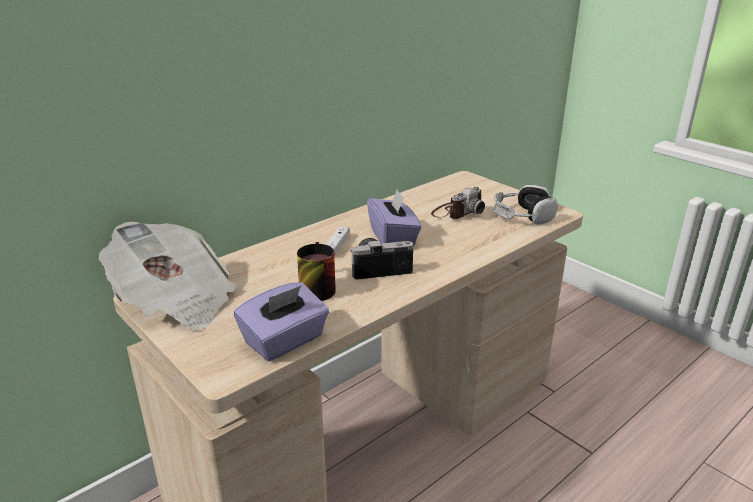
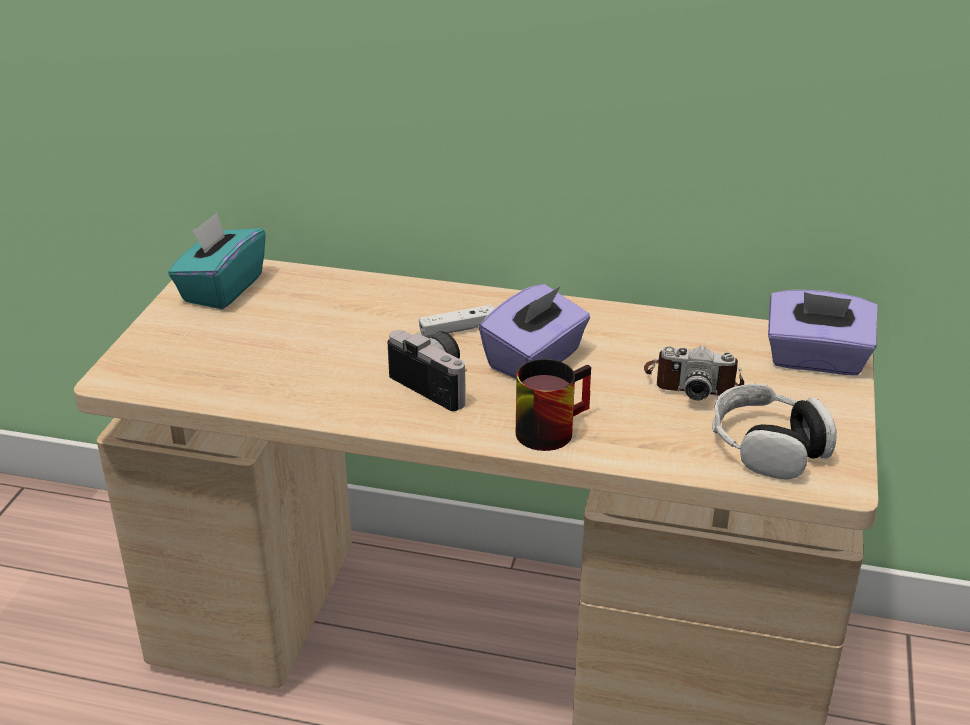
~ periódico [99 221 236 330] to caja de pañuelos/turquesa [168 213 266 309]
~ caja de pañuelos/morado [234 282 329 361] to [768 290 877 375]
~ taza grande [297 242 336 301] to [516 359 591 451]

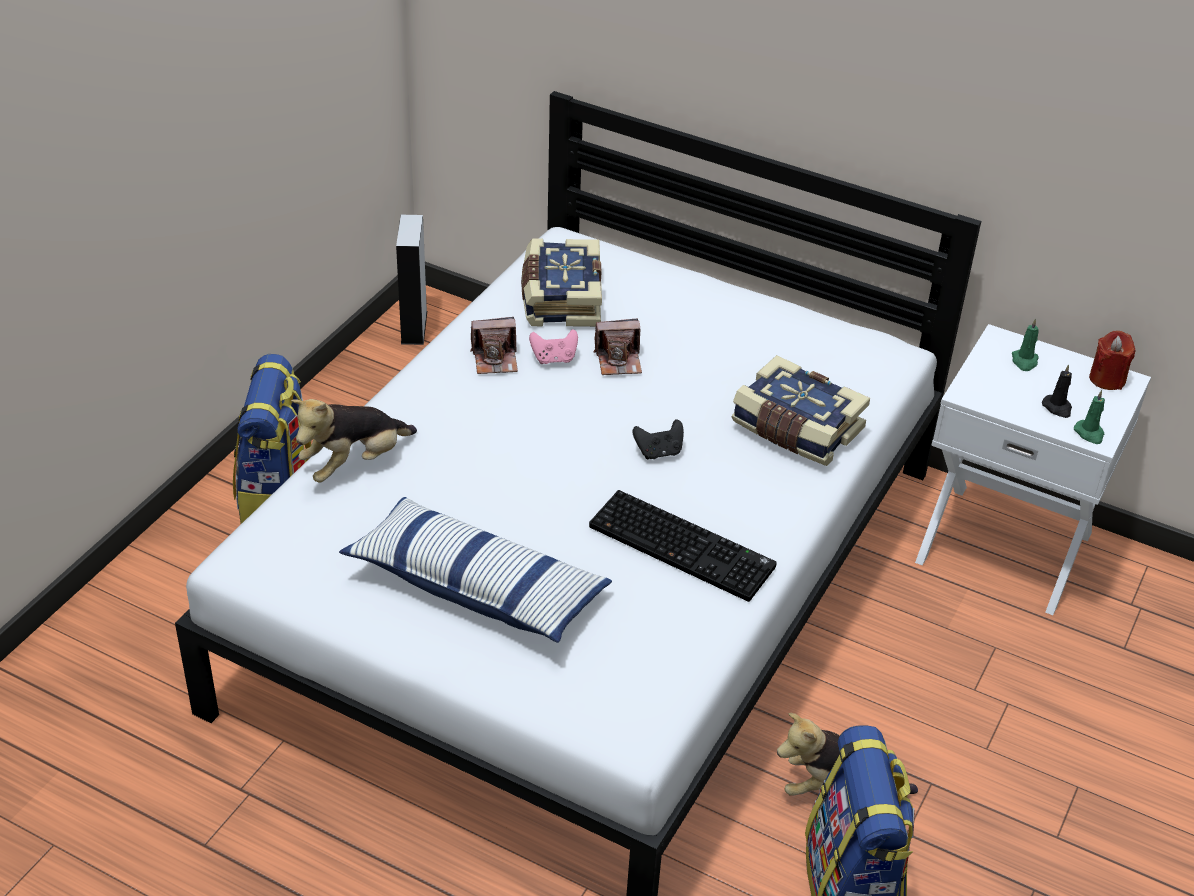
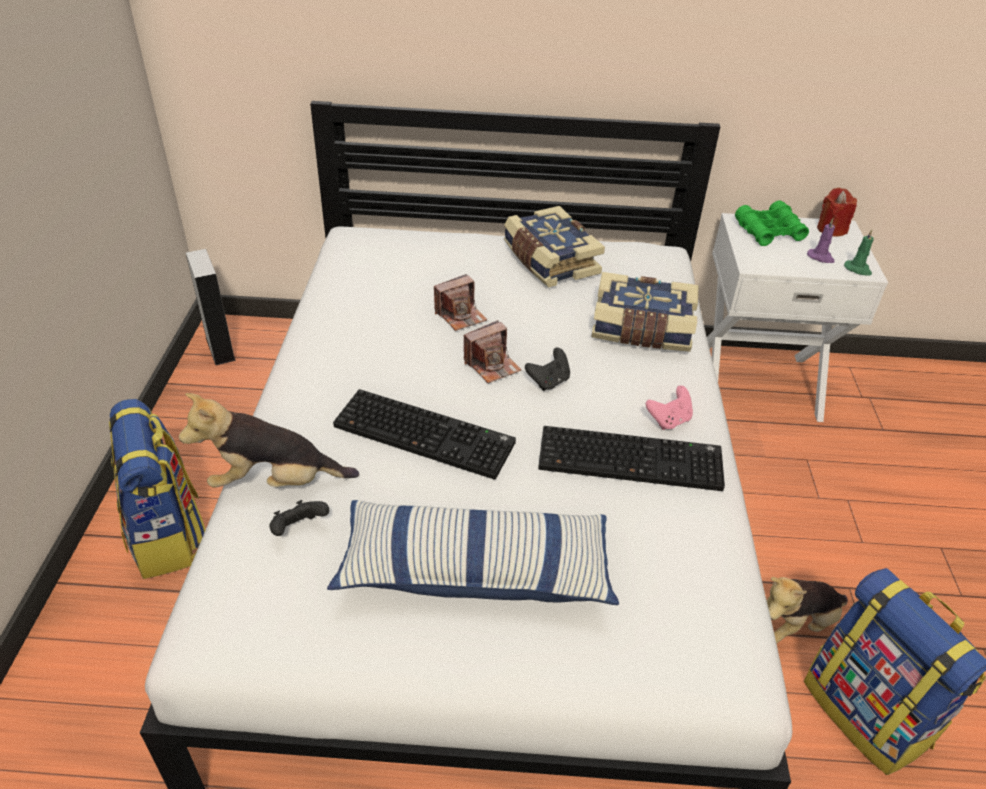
~ peluche [291 399 417 483] = [179 393 359 488] 60 degrees clockwise
~ cámara [471 317 518 374] to [464 320 521 383]
~ libro [521 238 602 327] to [504 206 605 287]
~ mando de consola/rosa [529 329 578 364] to [646 385 693 430]
~ vela/verde [1012 318 1039 371] to prismáticos/verde [735 201 809 246]
~ vela/negro [1042 365 1072 418] to vela/morado [807 218 835 263]
+ mando de consola/negro [269 500 329 536]
+ teclado [333 389 516 480]

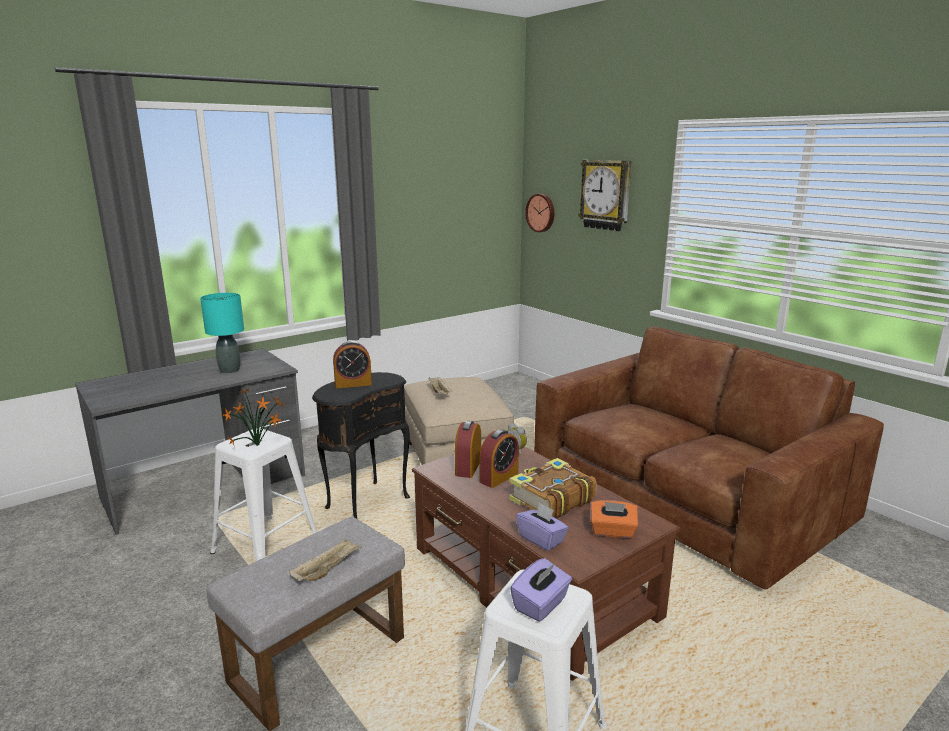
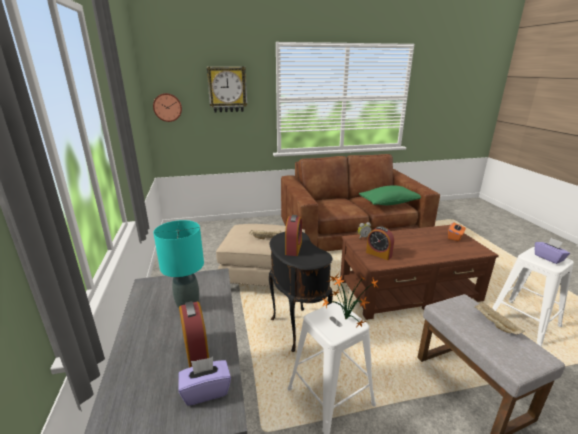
~ despertador [480 429 519 488] to [179 301 209 368]
- libro [509 458 597 519]
~ caja de pañuelos/morado [516 502 569 551] to [178 357 231 406]
+ cojín/verde [359 185 421 205]

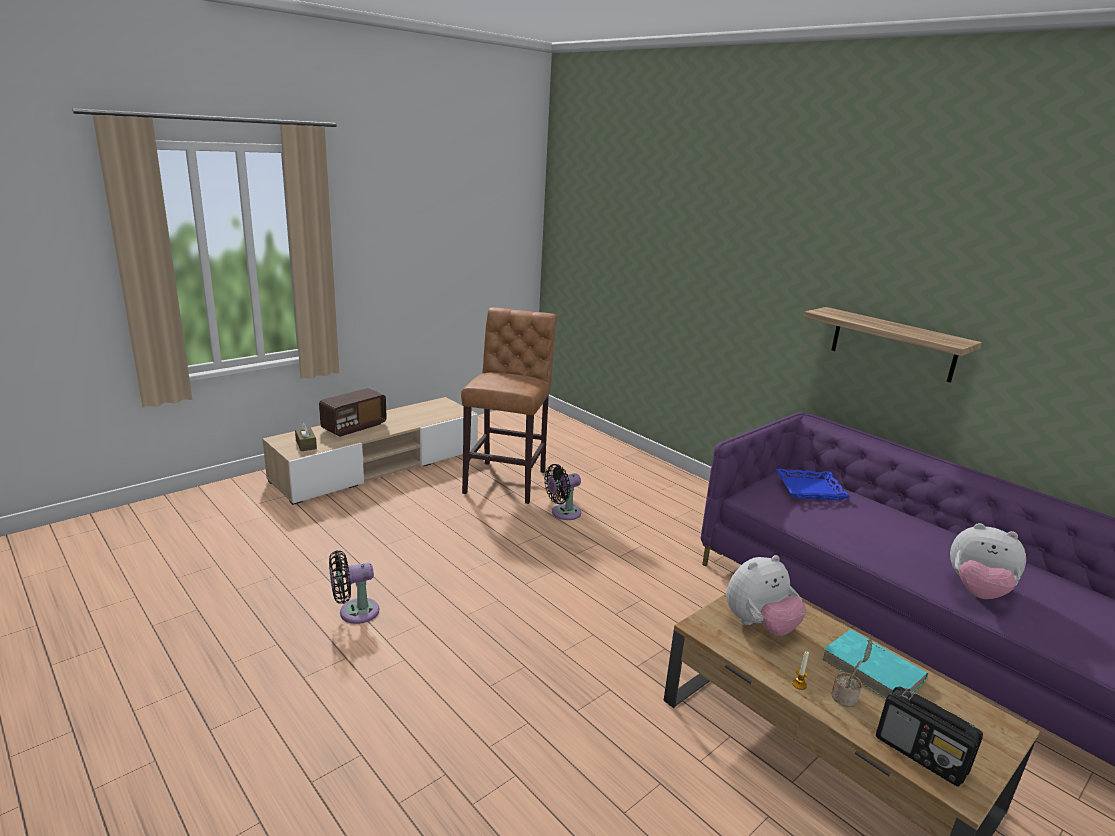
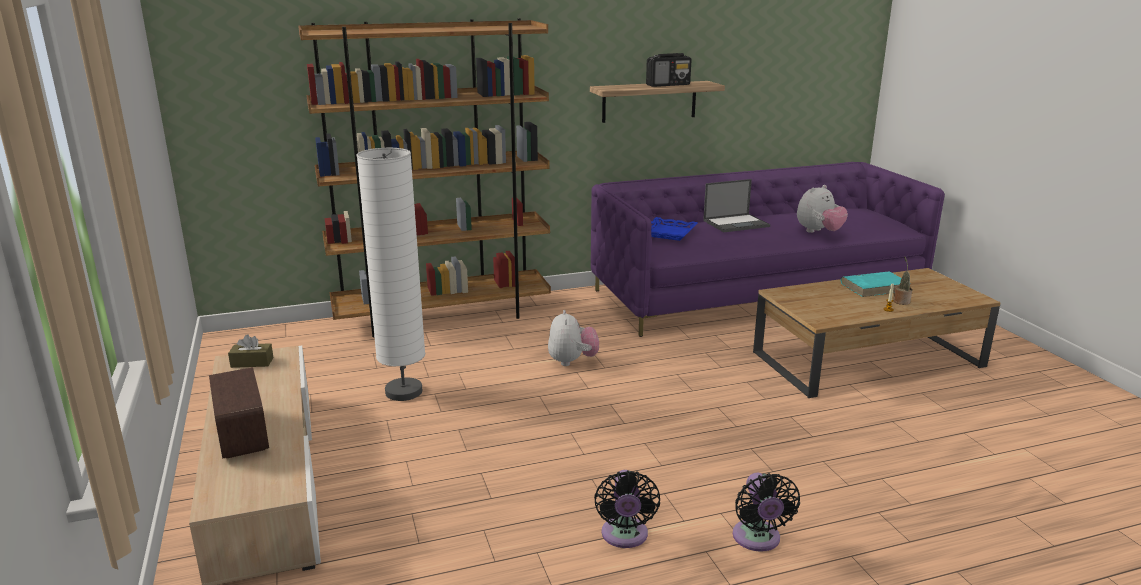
~ caja de pañuelos/marrón [295 422 317 451] to [228 334 274 368]
~ taburete/marrón [461 307 557 504] to lámpara de pie/blanco [356 148 425 401]
~ ventilador/negro [544 464 581 520] to [733 473 800 552]
~ peluche [726 555 806 636] to [548 310 599 366]
~ radio [876 686 983 787] to [646 53 692 87]
+ estantería/marrón [298 18 551 337]
+ portátil [703 179 770 232]

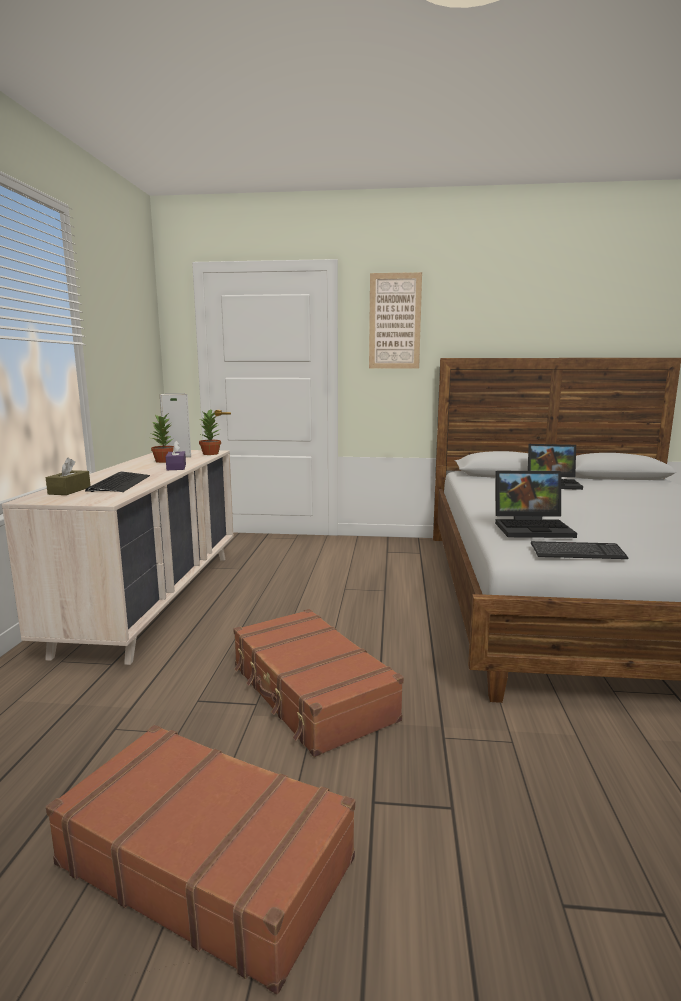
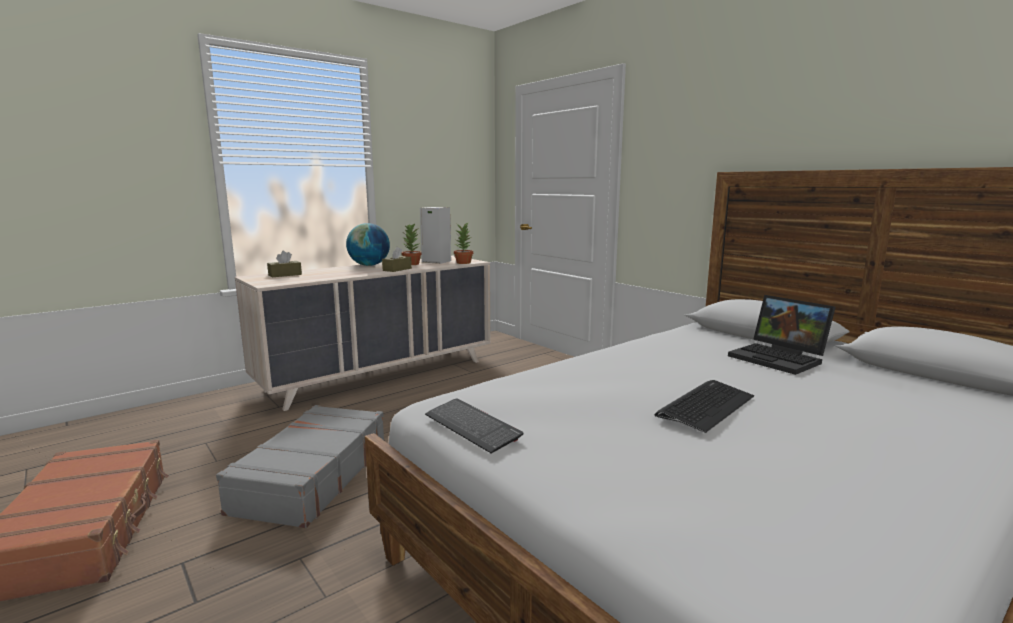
~ teclado [85 471 150 492] to [655 380 754 433]
~ caja de pañuelos/morado [166 441 186 470] to caja de pañuelos/marrón [382 247 412 272]
~ maleta/marrón [234 609 404 757] to maleta/gris [216 405 385 528]
- cuadro [369 272 422 369]
- portátil [495 471 577 538]
+ globo terráqueo [346 223 390 266]

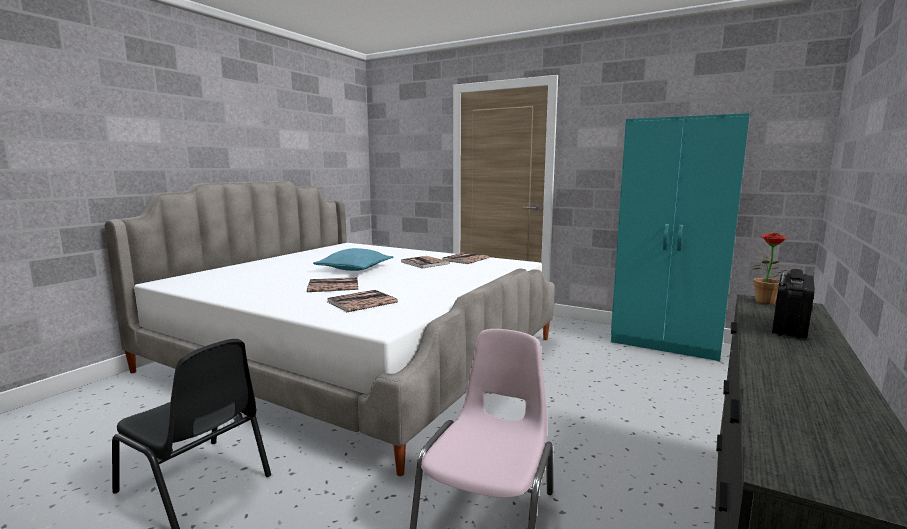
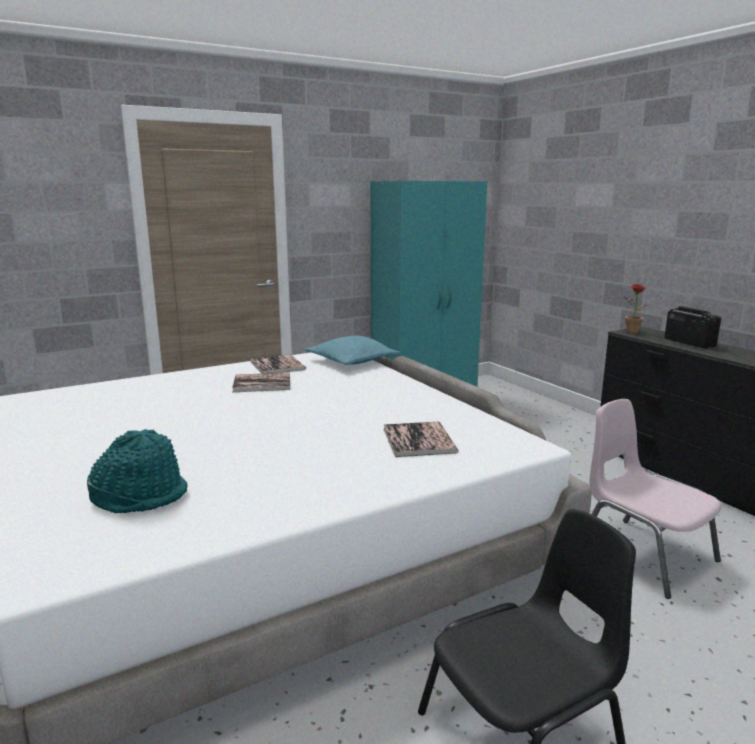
- libro [307 277 358 292]
~ cojín/turquesa [313 248 394 271] to [305 336 400 365]
+ sombrero/turquesa [87 429 188 513]

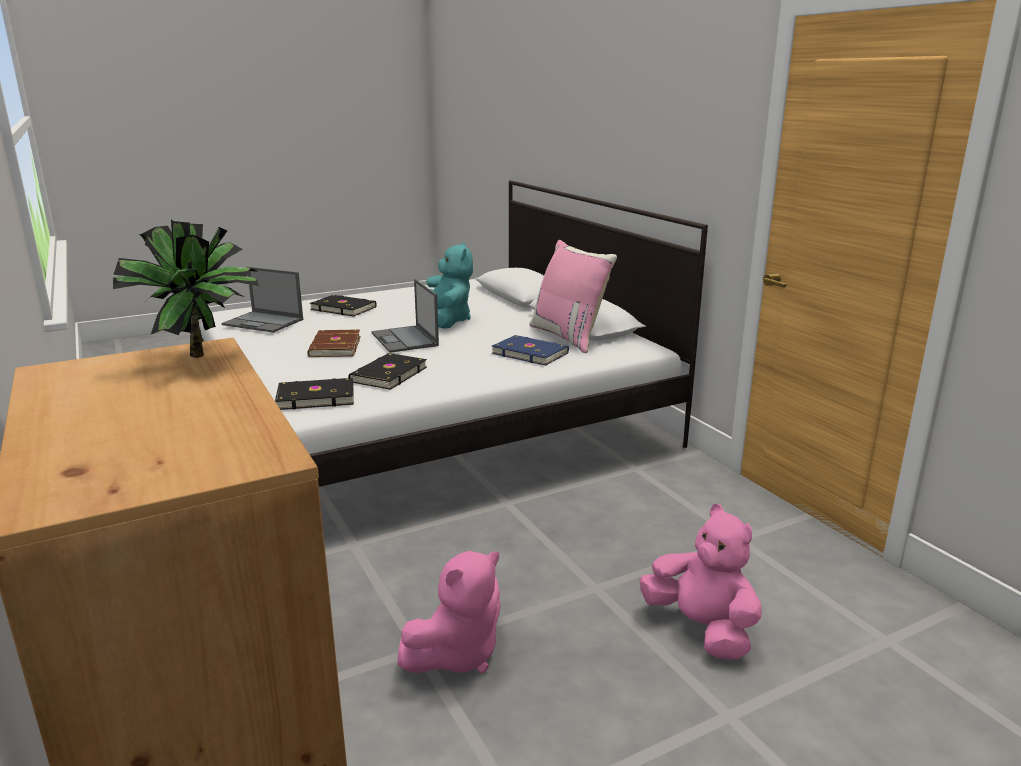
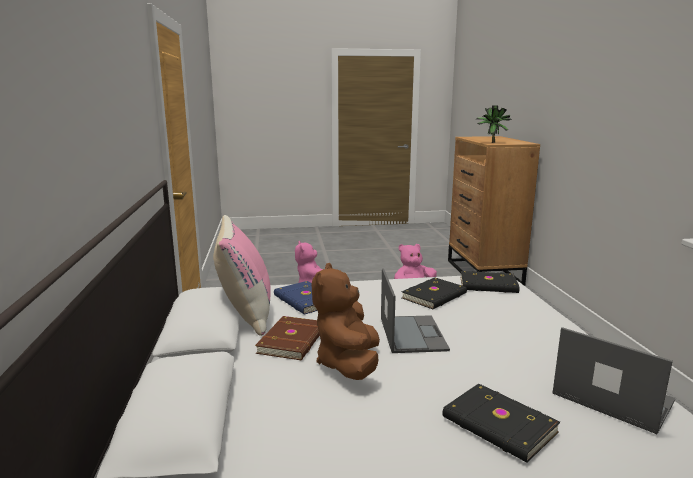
~ libro/marrón [307 329 361 357] to [255 316 320 360]
~ peluche/turquesa [426 242 473 329] to peluche/marrón [311 263 380 380]

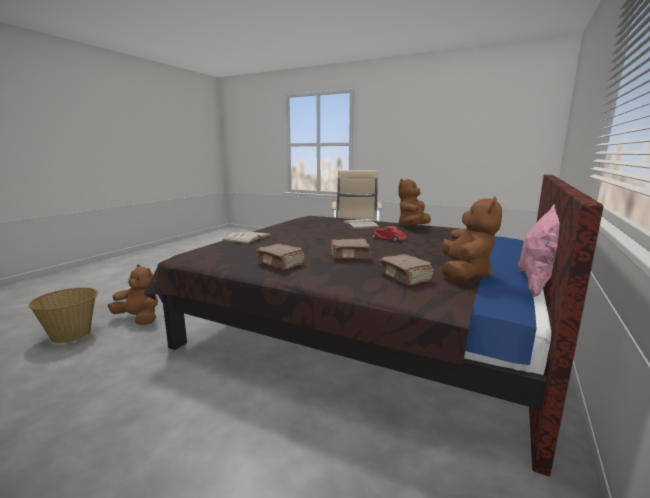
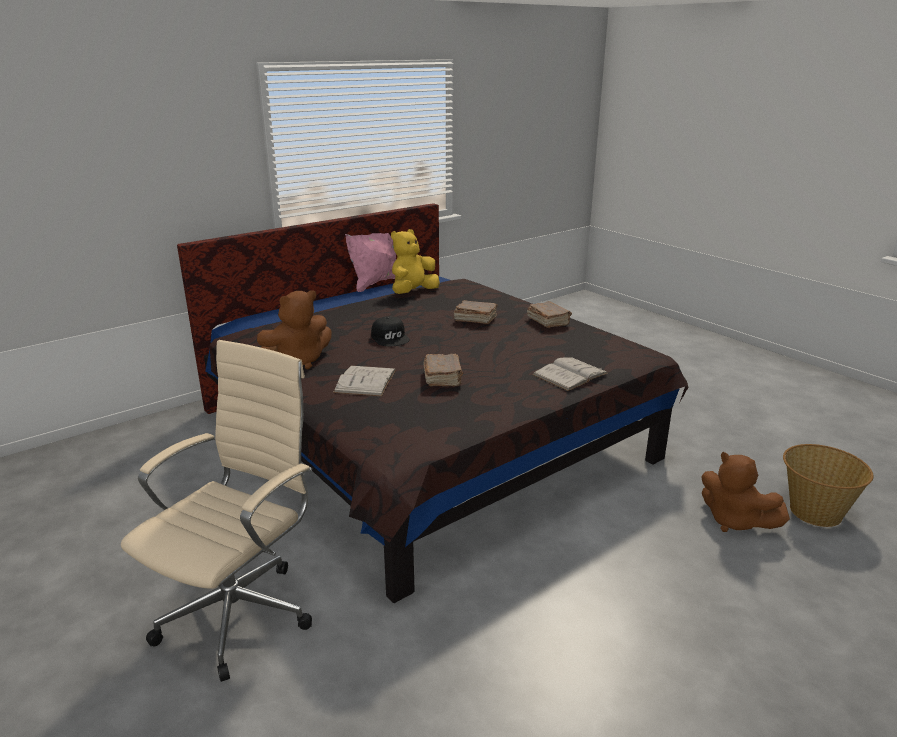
~ coche de juguete/rojo [371 226 407 242] to gorra/negro [371 316 410 346]
~ libro/marrón [379 254 434 286] to [423 353 463 386]
~ peluche/marrón [442 197 502 282] to peluche/amarillo [391 229 440 294]

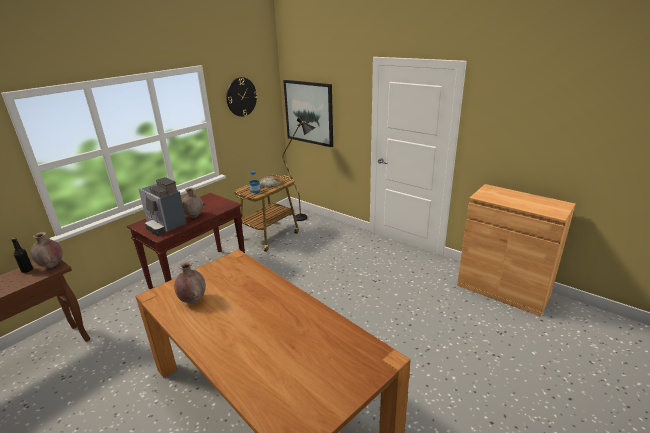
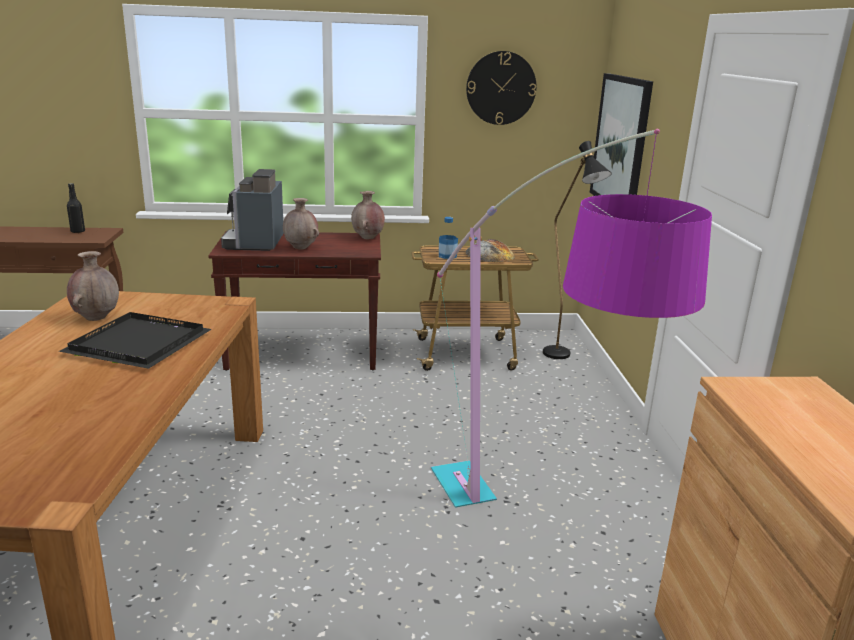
~ florero/marrón [31 232 63 268] to [351 191 385 239]
+ bandeja/negro [59 312 212 369]
+ lámpara de pie [431 129 712 508]

